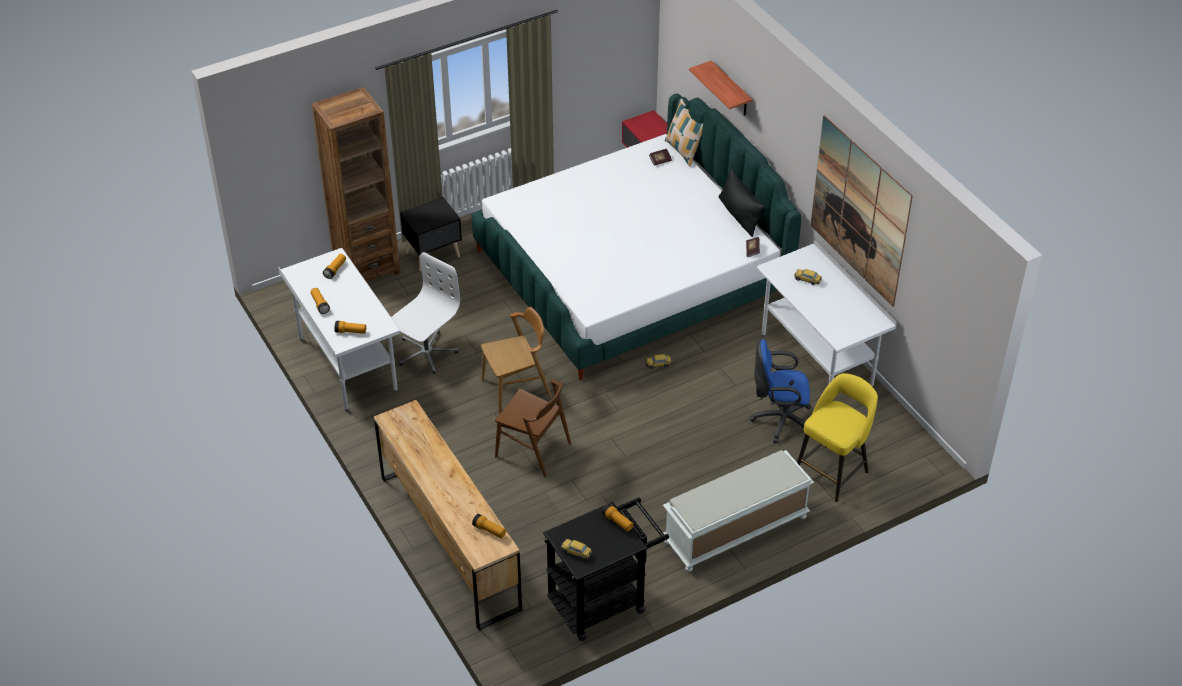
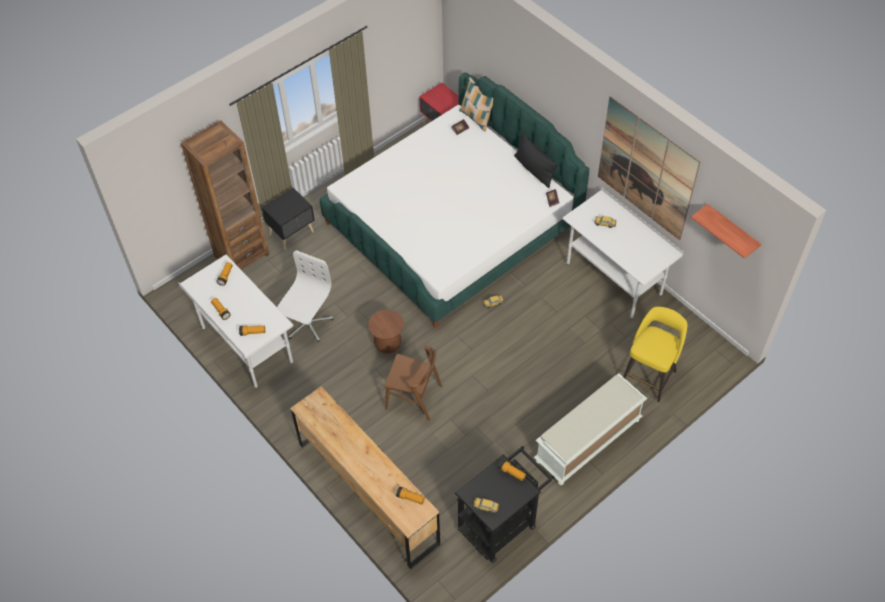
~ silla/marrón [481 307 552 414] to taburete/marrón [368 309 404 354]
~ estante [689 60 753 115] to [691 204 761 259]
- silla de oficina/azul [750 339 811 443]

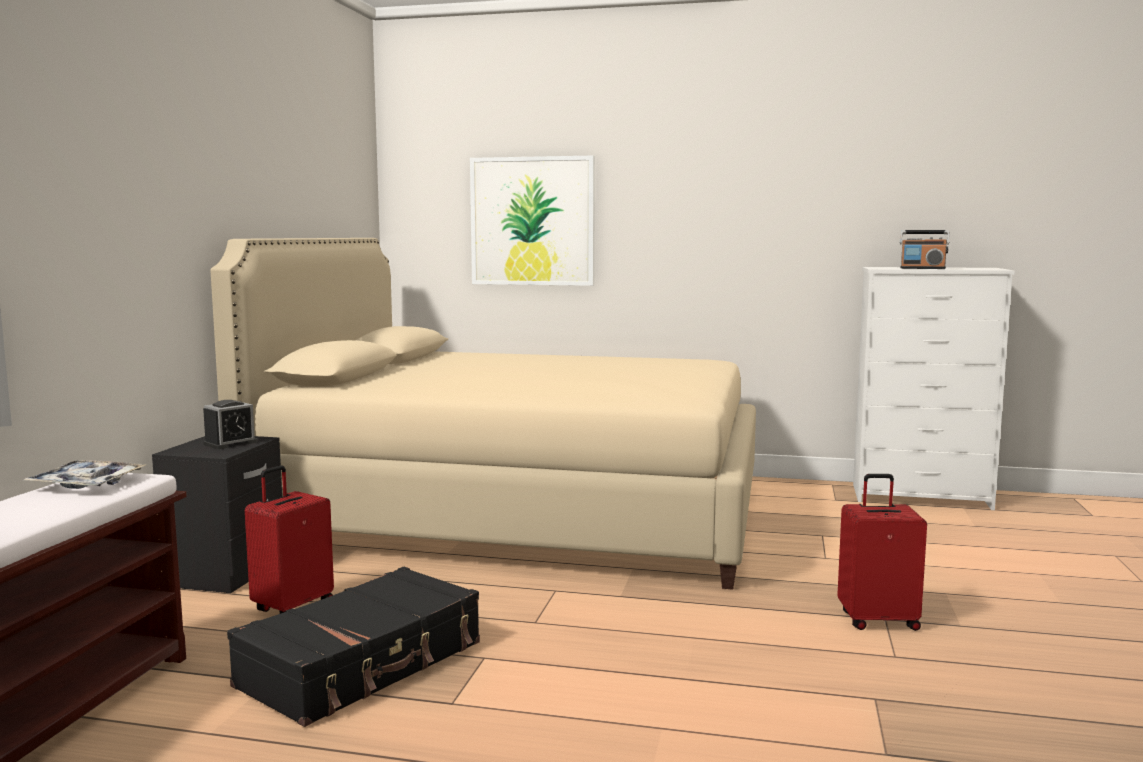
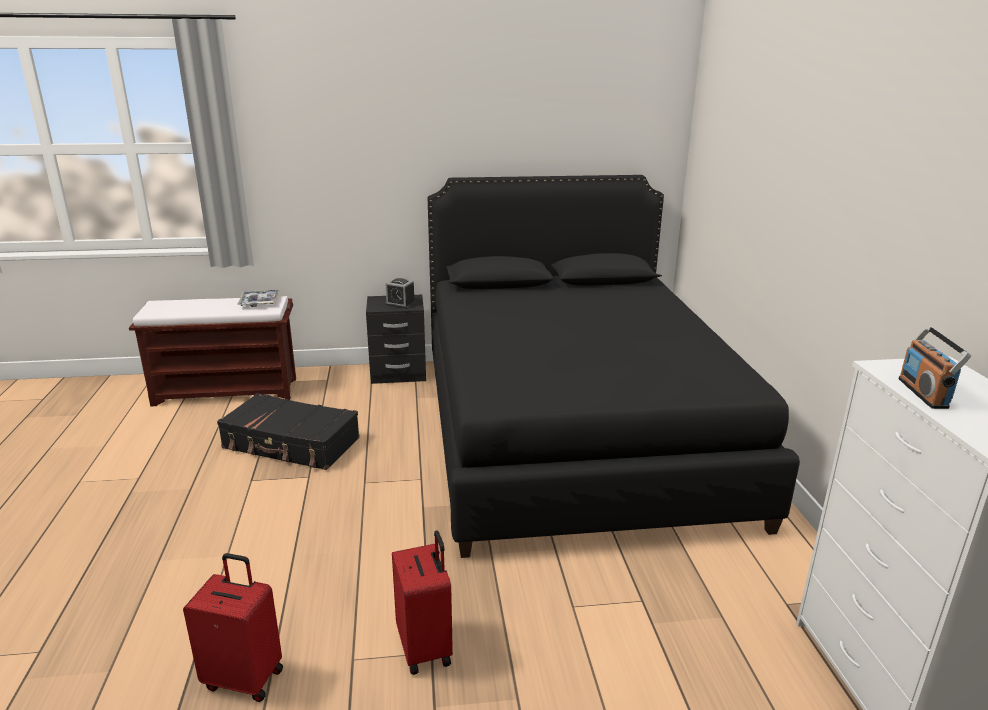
~ cama/beis [211 238 756 590] to cama/negro [428 175 800 558]
~ maleta/rojo [245 465 334 614] to [183 553 283 702]
- cuadro [470 156 595 286]

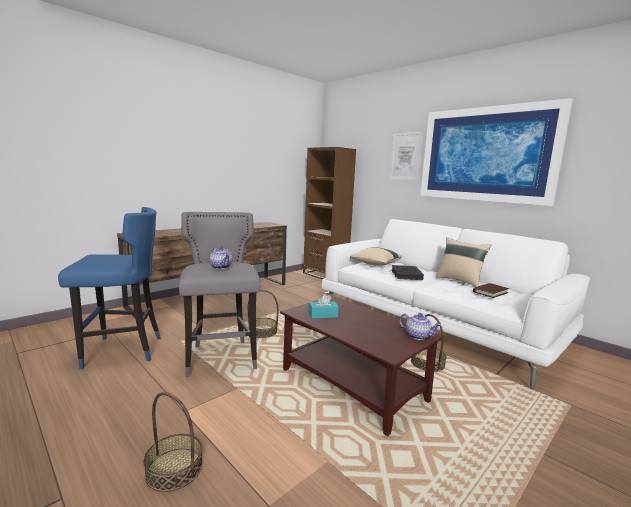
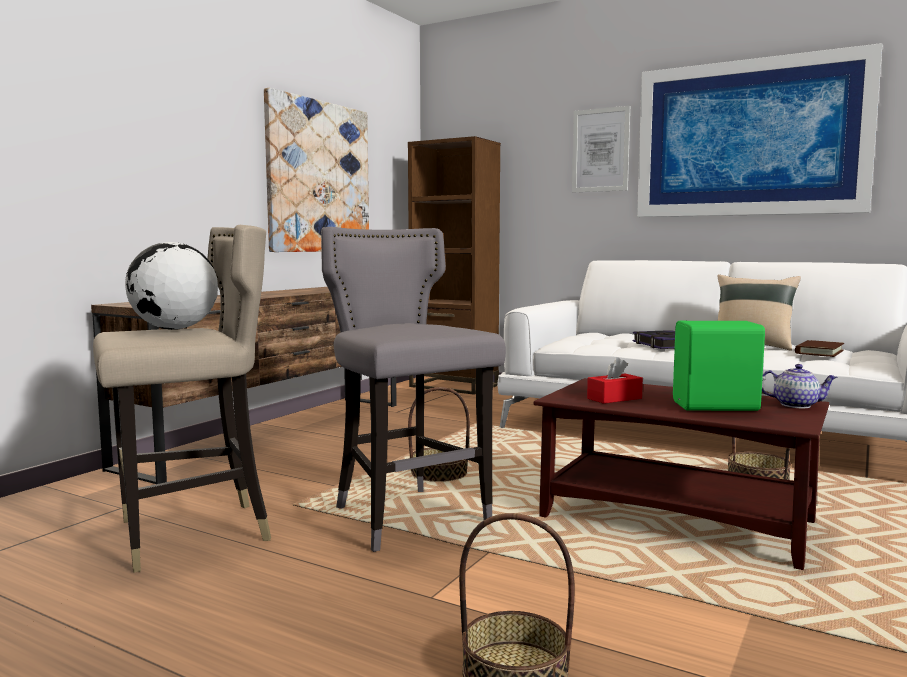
~ taburete/azul [58 207 161 369] to taburete/beis [93 225 271 573]
- tetera [210 246 232 269]
~ caja de pañuelos/turquesa [309 294 339 319] to caja de pañuelos/rojo [587 357 643 404]
- cojín/beis [350 247 402 266]
+ globo terráqueo [125 242 218 330]
+ cuadro [264 88 369 252]
+ altavoz/verde [673 321 766 411]

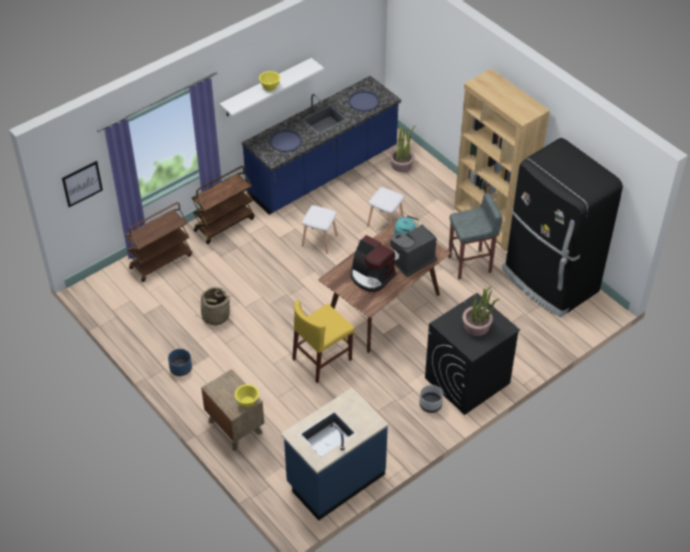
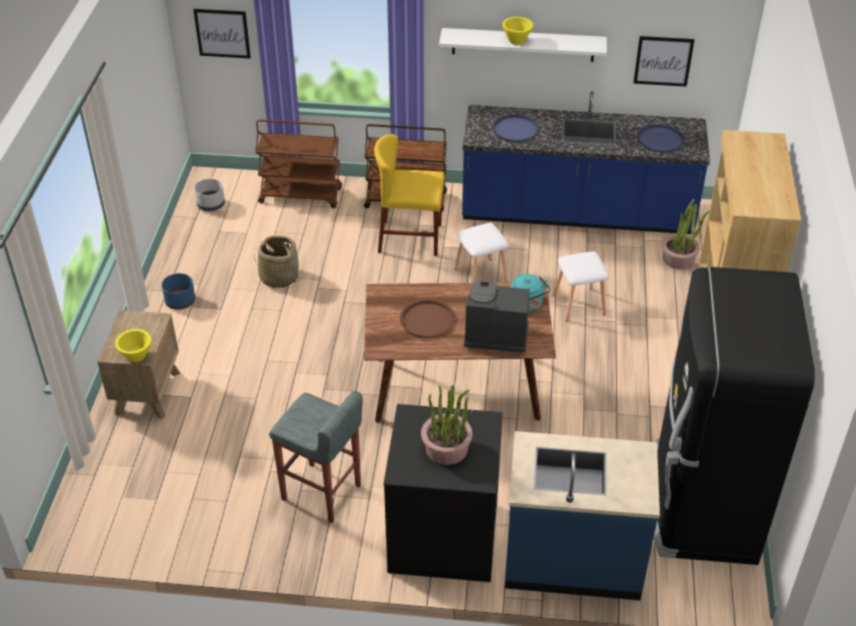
~ mueble bajo de cocina/azul [281 388 388 521] to [505 431 660 600]
~ silla/amarillo [292 300 355 383] to [374 134 445 256]
~ cafetera [350 235 396 292] to bandeja/marrón [400 299 455 338]
~ maceta/gris [419 385 443 413] to [194 179 225 211]
~ taburete/gris [448 193 503 280] to [269 390 363 523]
+ cuadro [633 36 694 87]

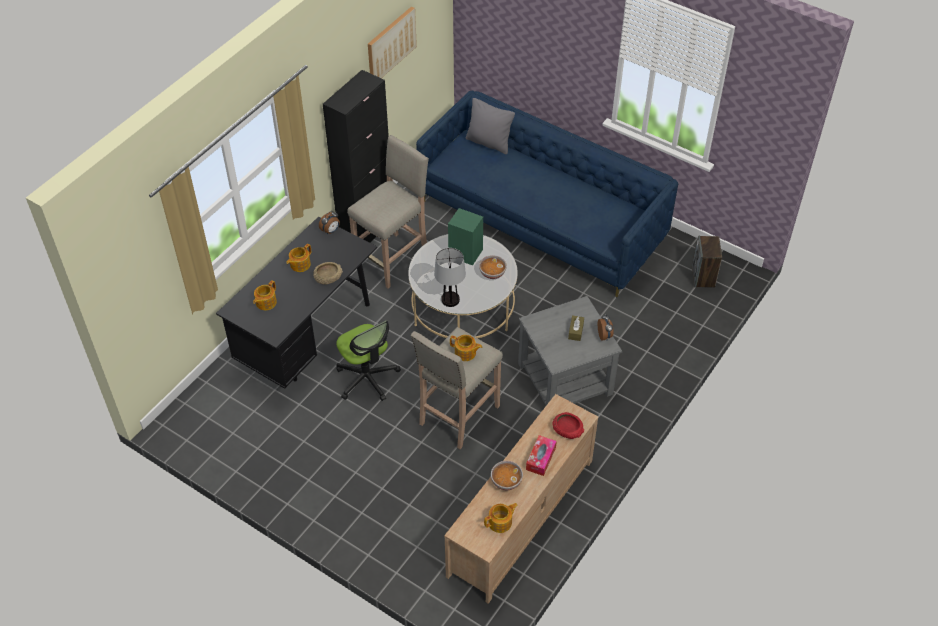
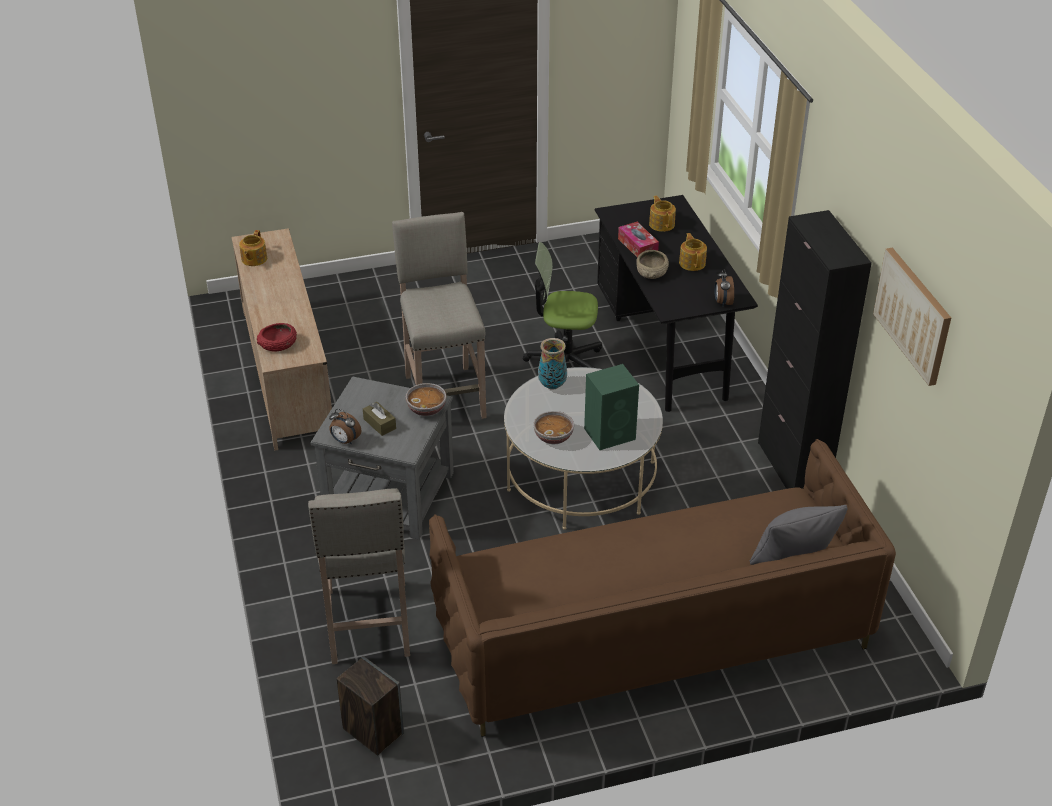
~ taburete/beis [347 135 429 289] to [308 488 410 664]
~ sofá/azul [416 91 678 297] to sofá/marrón [429 439 896 737]
~ lámpara de mesa [434 248 466 307] to florero [538 338 567 390]
- tetera [450 335 482 361]
~ cuenco [491 461 523 490] to [406 383 446 416]
~ caja de pañuelos [526 435 557 476] to [618 222 659 257]

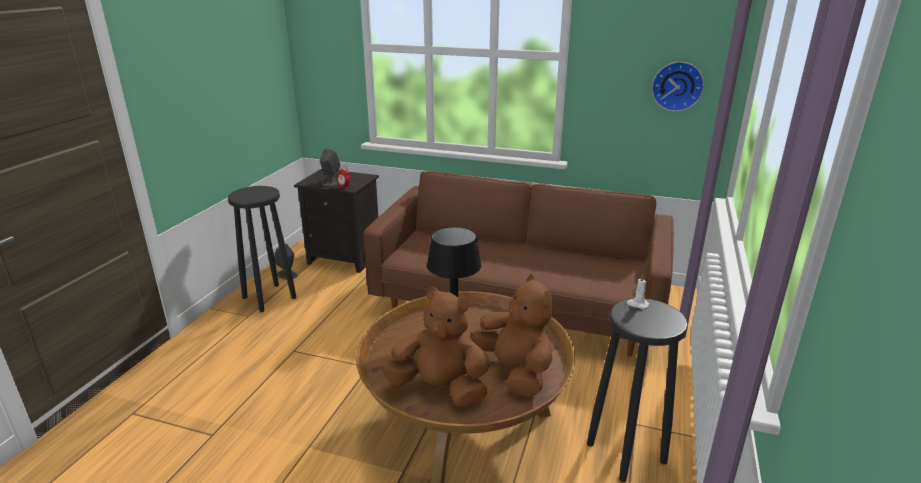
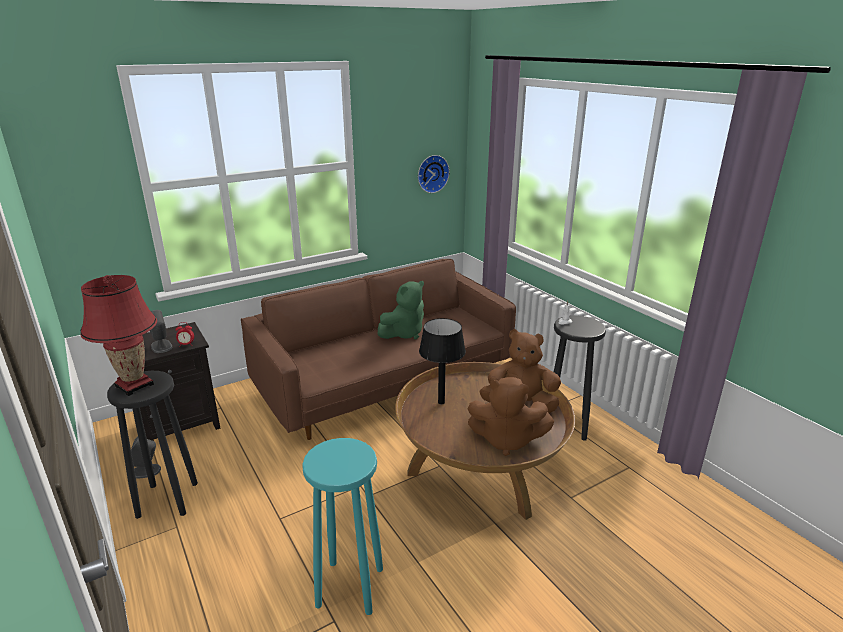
~ peluche/marrón [381 287 490 408] = [468 377 554 456] 135 degrees counterclockwise
+ lámpara de mesa/rojo [80 275 157 396]
+ taburete/turquesa [302 438 383 615]
+ peluche/verde [378 281 424 340]

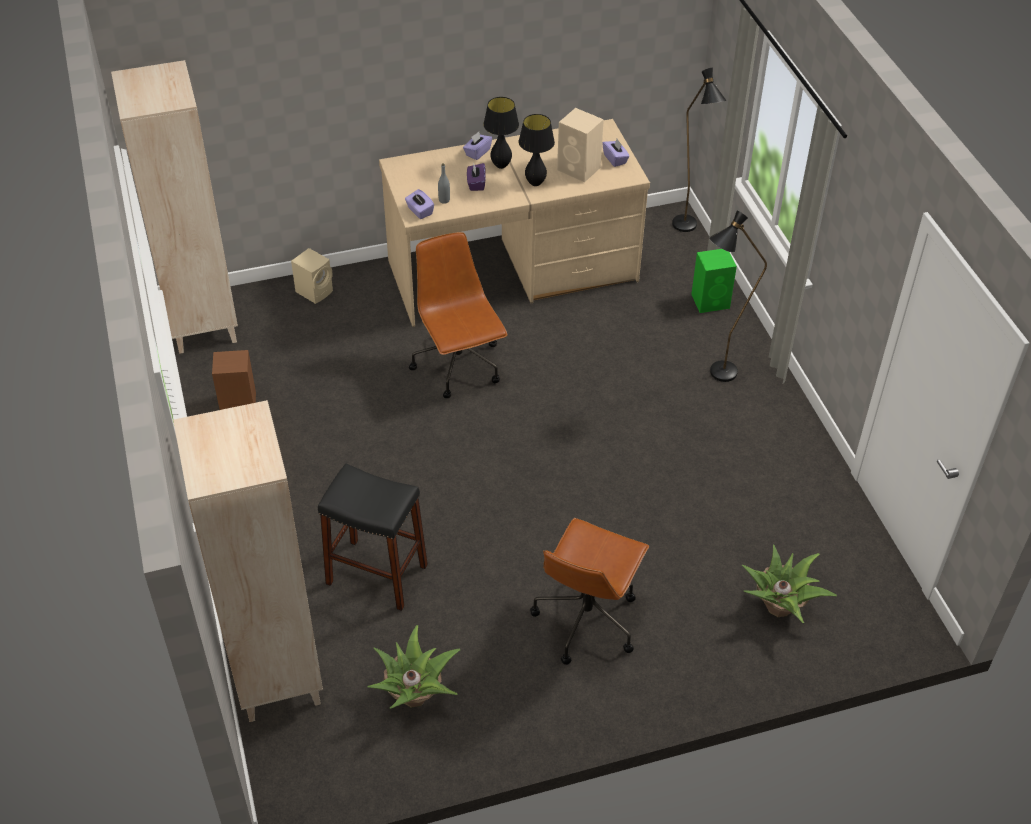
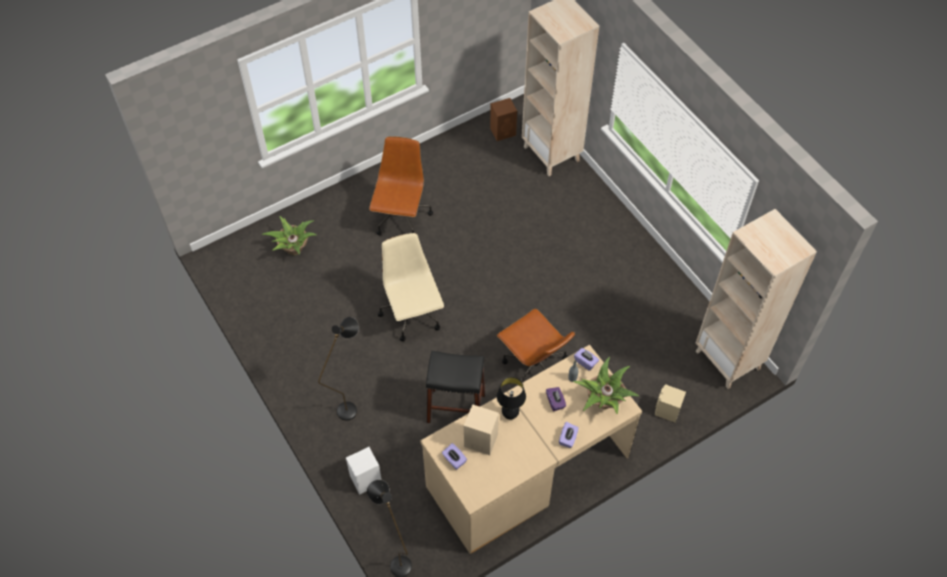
~ altavoz/marrón [212 350 256 410] to [490 98 517 141]
~ taburete/negro [318 463 428 611] to [426 351 485 423]
~ planta en maceta [367 625 460 709] to [573 356 639 414]
- lámpara de mesa/negro [483 97 519 169]
~ altavoz/verde [691 249 737 313] to altavoz/blanco [346 447 382 495]
+ silla de oficina/beis [378 233 444 341]

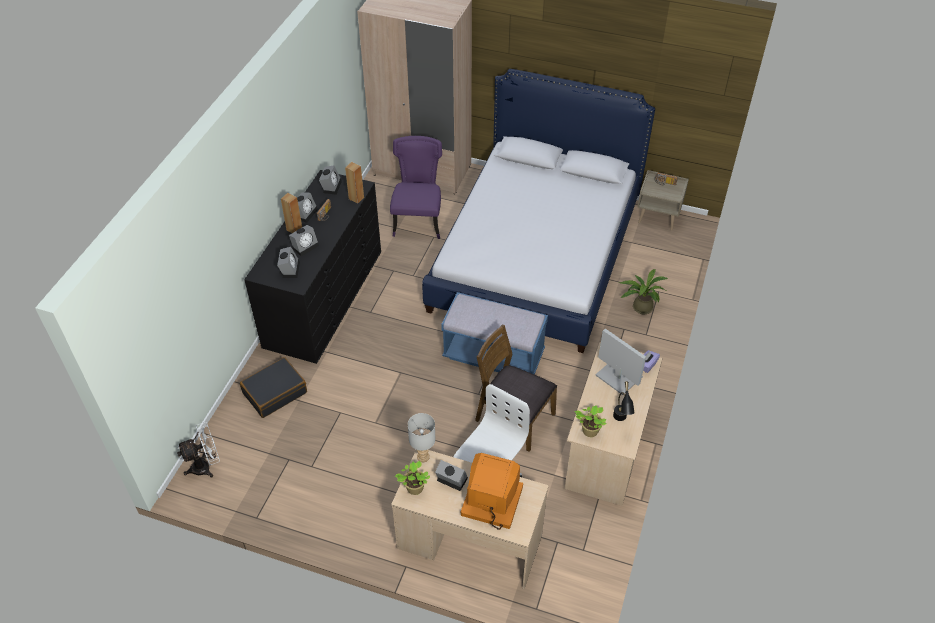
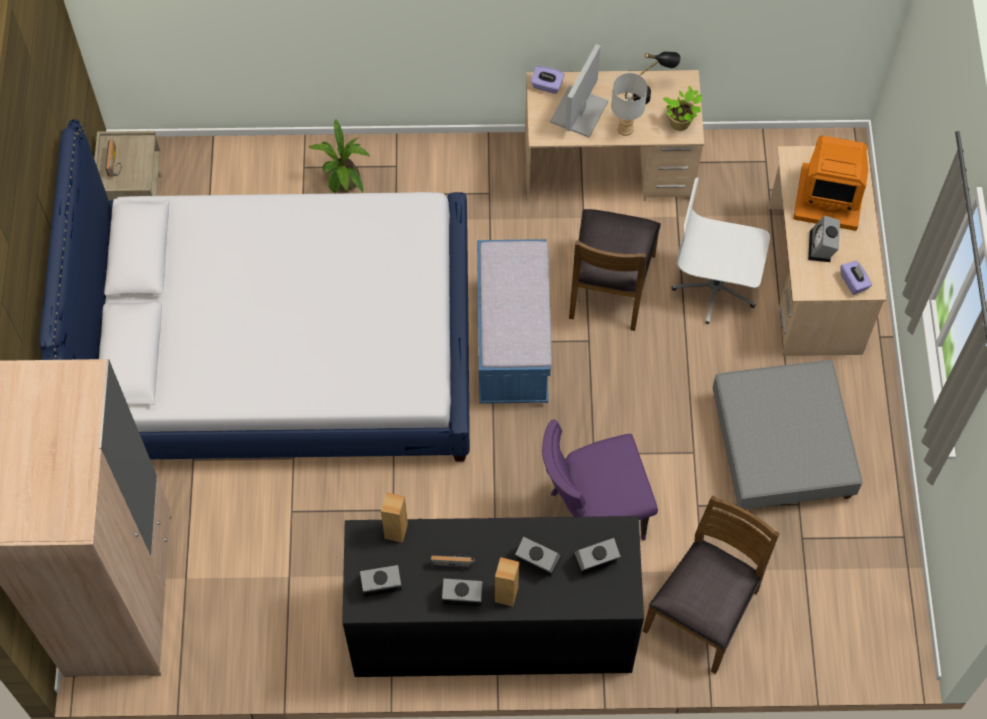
- ventilador/blanco [177 422 220 477]
~ maleta/negro [240 357 307 418] to silla/marrón [643 496 780 674]
~ silla/morado [390 136 442 239] to [542 419 658 541]
~ planta en maceta [395 461 430 495] to caja de pañuelos/morado [840 261 872 295]
~ lámpara de mesa/gris [408 413 436 462] to [611 73 648 136]
~ monitor [461 453 523 530] = [793 135 868 231] 75 degrees counterclockwise
+ puf/gris [713 360 863 510]

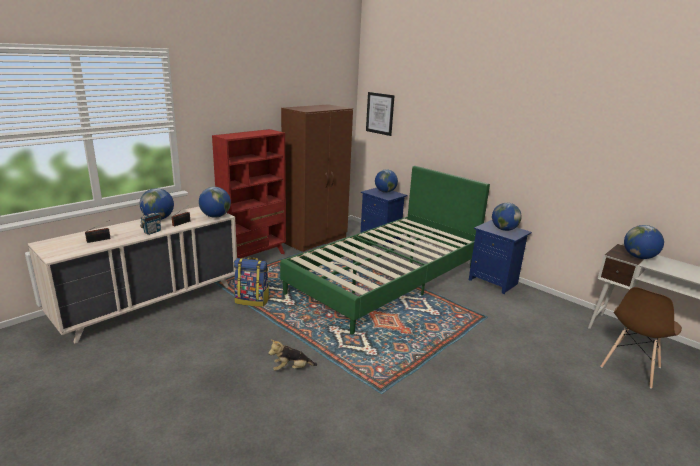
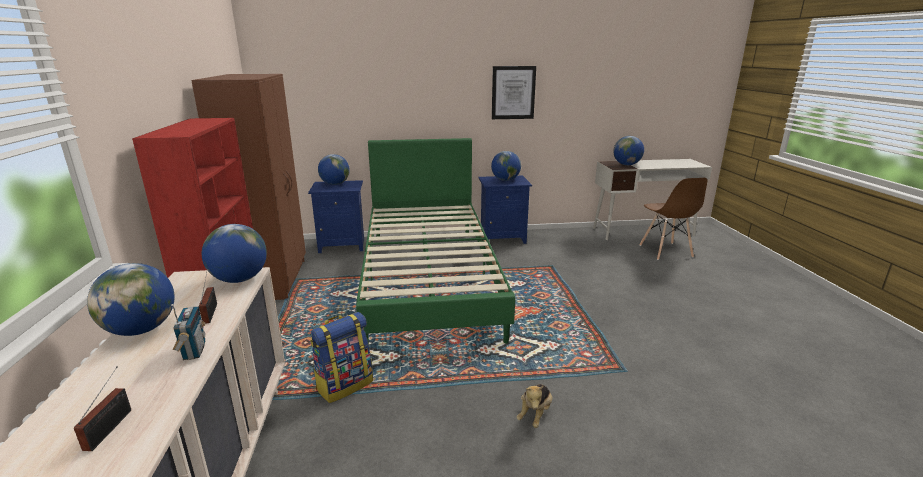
~ cuadro [366 92 395 136] to [492 66 536 119]

